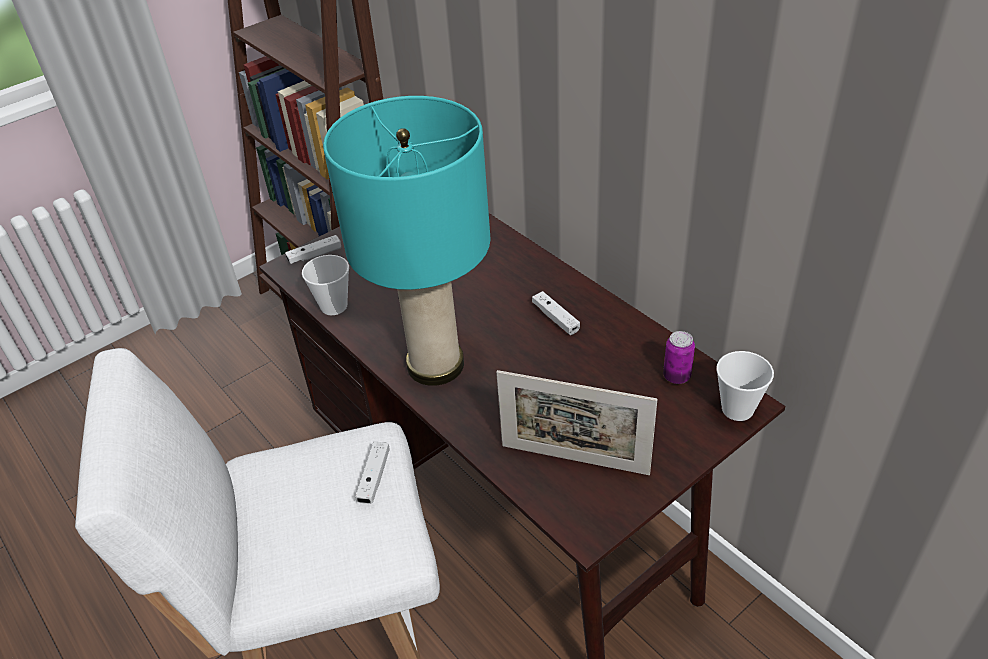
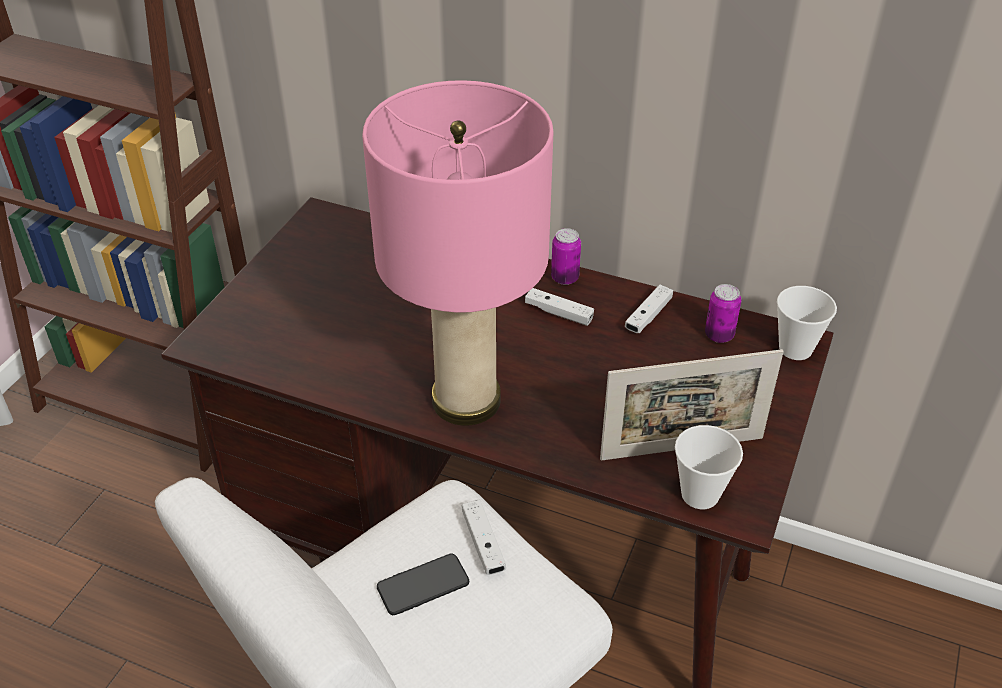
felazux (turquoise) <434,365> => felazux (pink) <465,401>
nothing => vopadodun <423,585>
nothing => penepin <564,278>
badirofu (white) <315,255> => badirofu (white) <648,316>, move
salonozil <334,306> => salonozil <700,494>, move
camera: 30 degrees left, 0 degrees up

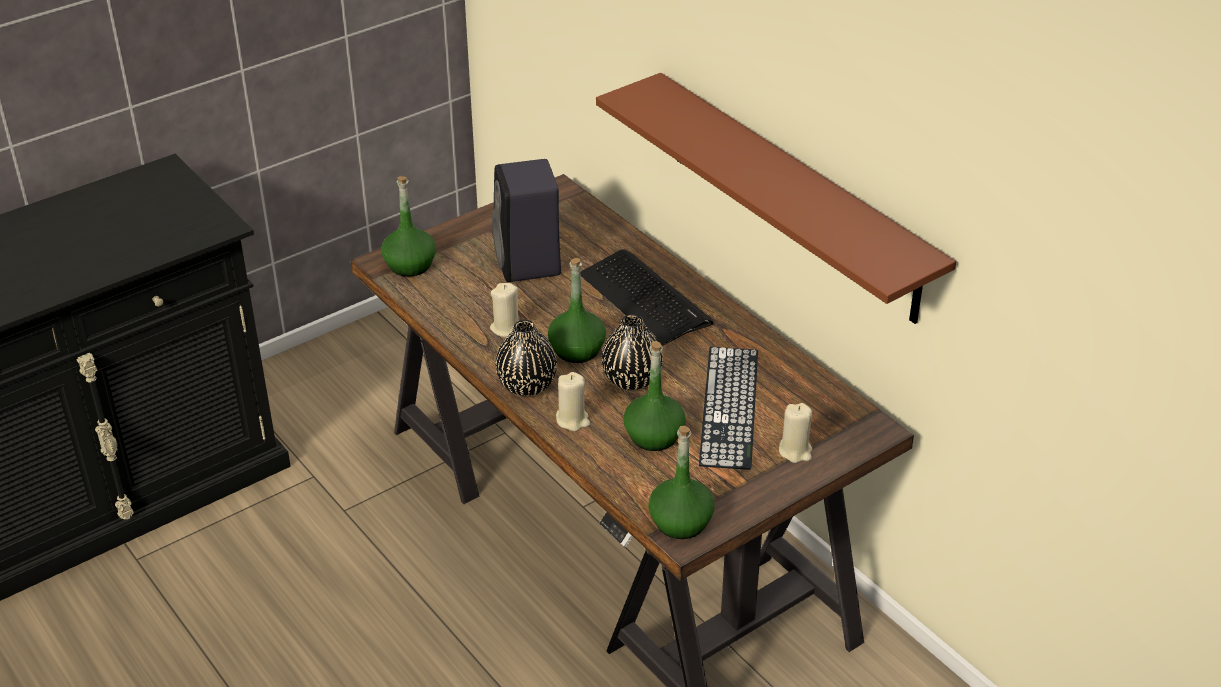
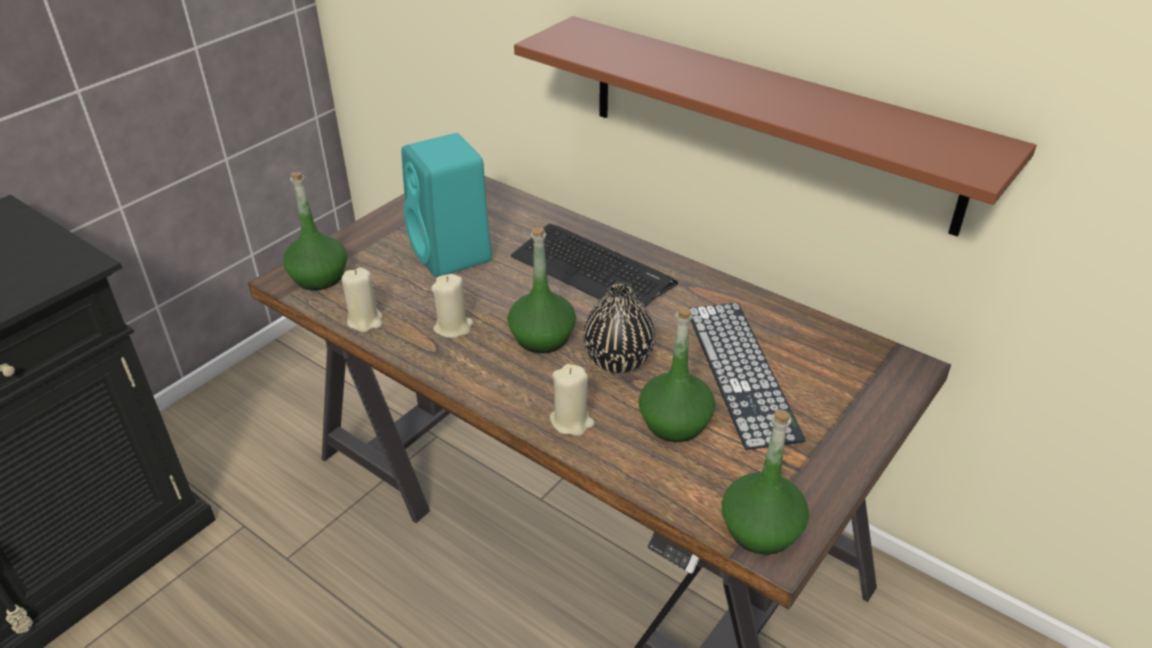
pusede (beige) <795,451> => pusede (beige) <365,321>, move
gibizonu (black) <529,264> => gibizonu (turquoise) <453,255>
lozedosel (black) <527,385> => nothing
camera: 15 degrees left, 0 degrees up

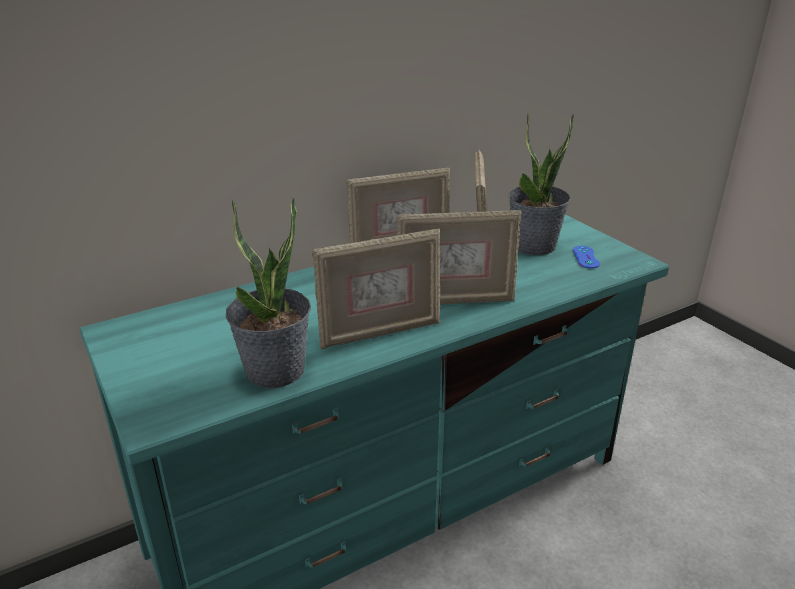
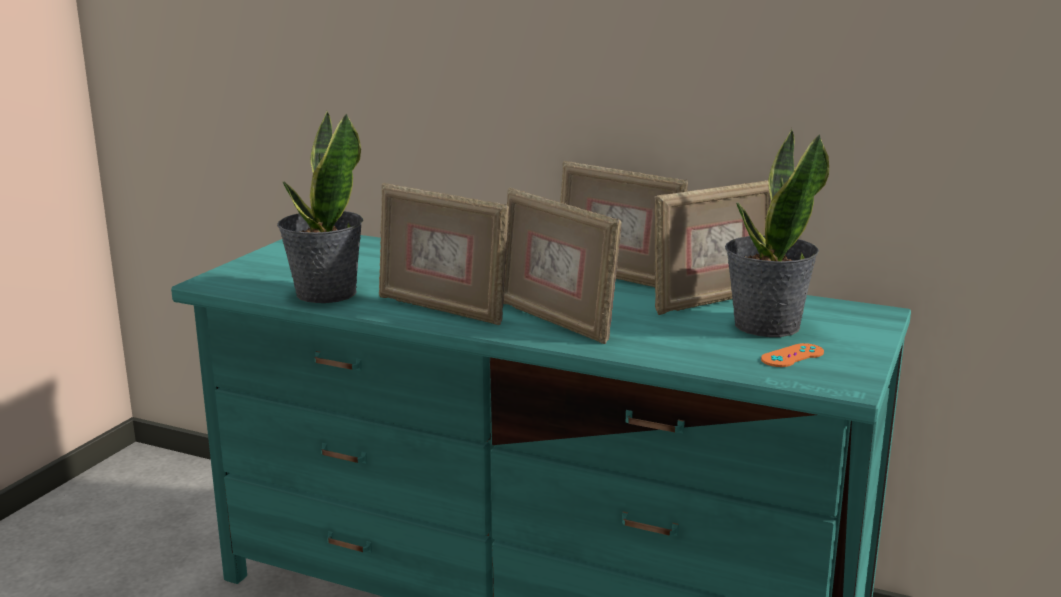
badirofu (blue) <586,257> => badirofu (orange) <792,356>
camera: 55 degrees right, 10 degrees down

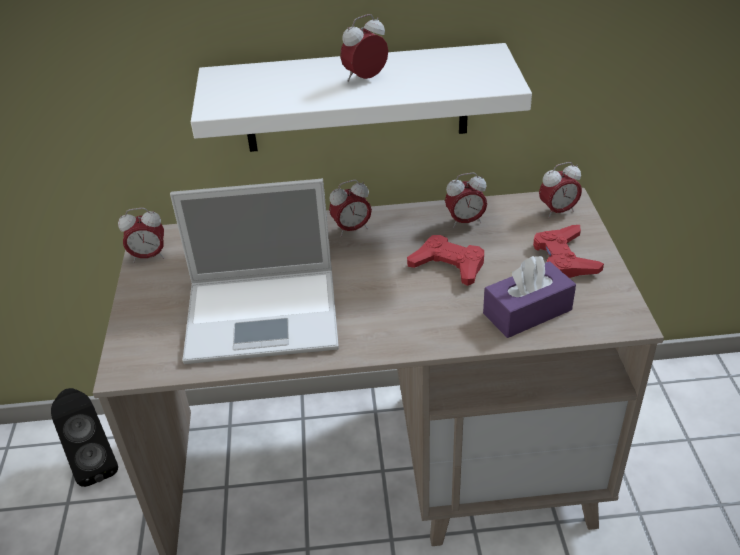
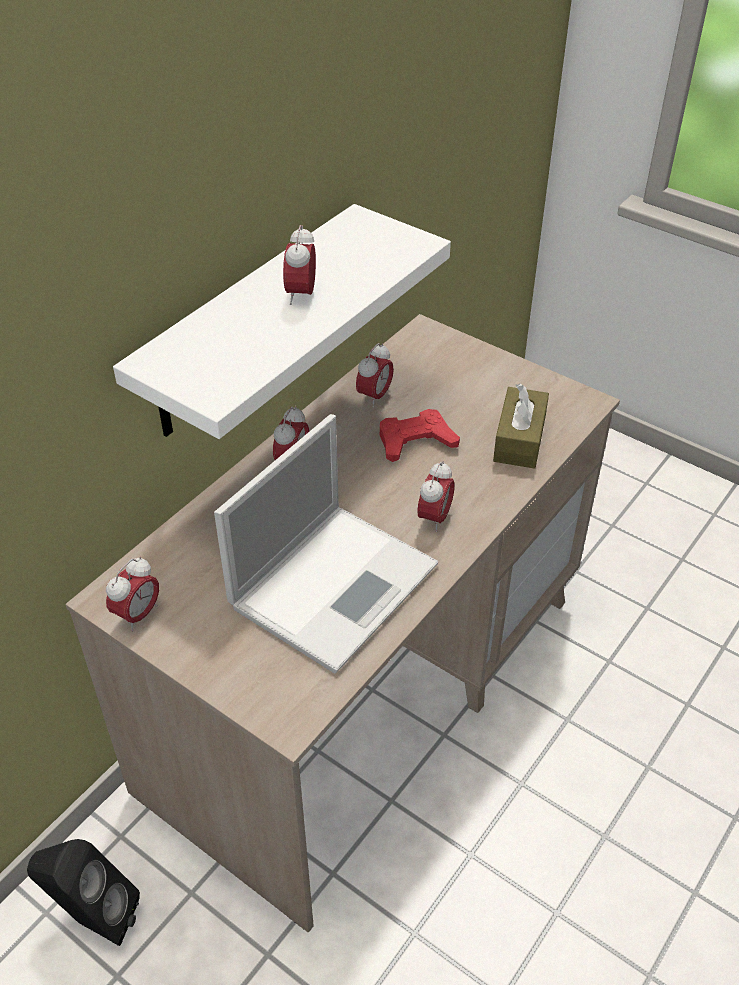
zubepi <557,211> => zubepi <434,518>, move
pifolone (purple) <527,311> => pifolone (brown) <519,439>
badirofu (red) <564,258> => nothing
camera: 50 degrees left, 5 degrees up

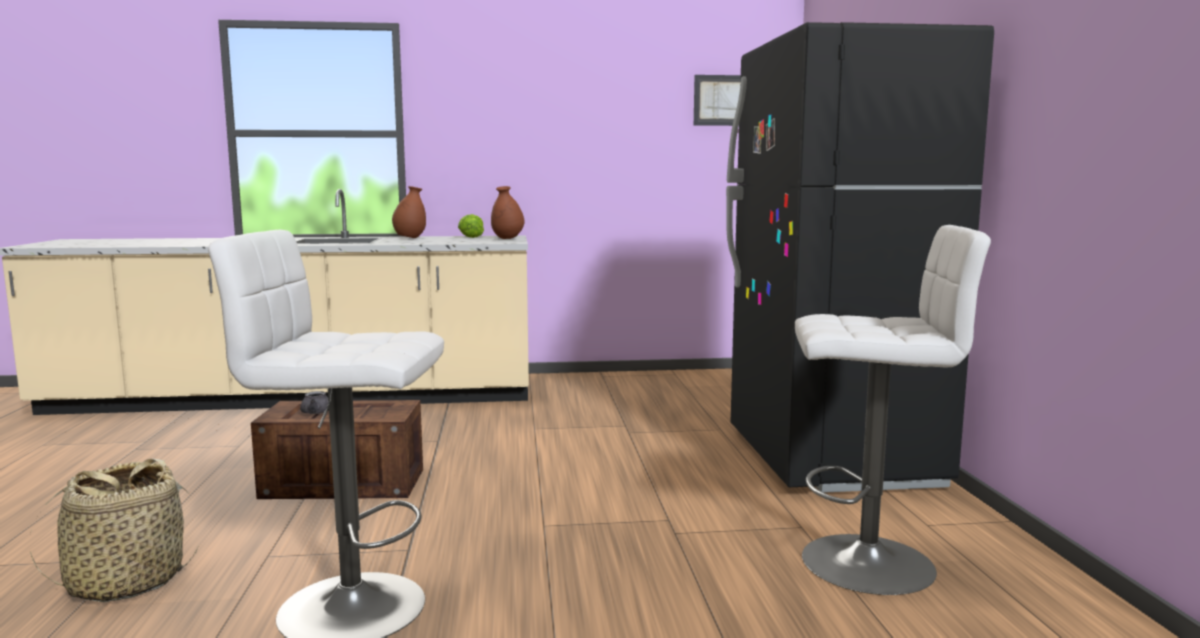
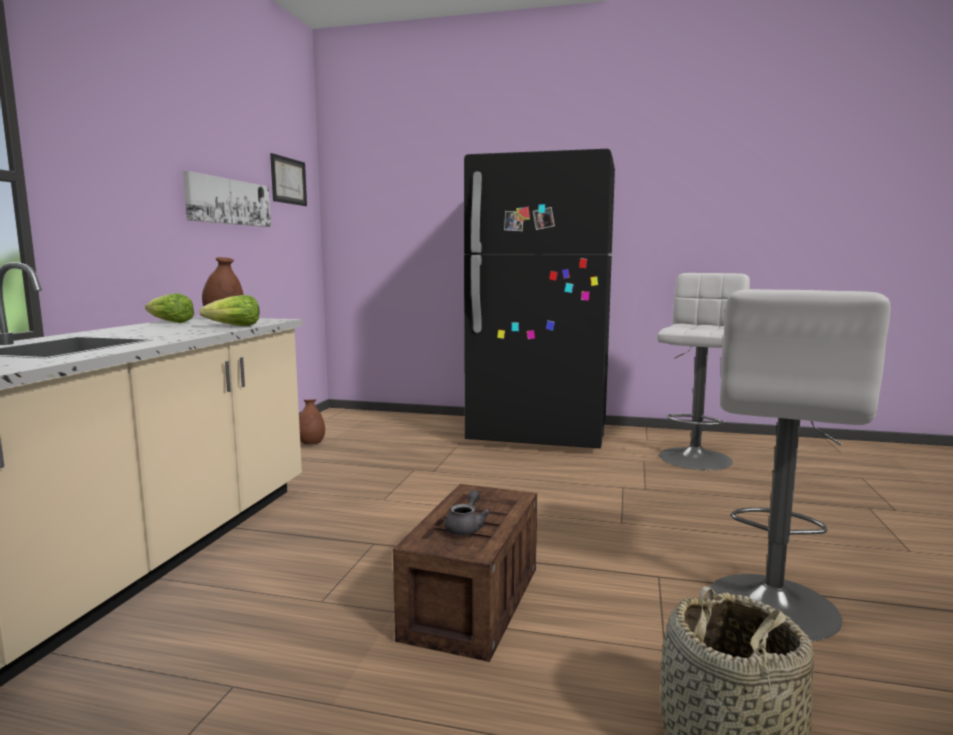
nothing => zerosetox <228,201>
nothing => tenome <234,326>
lozedosel (brown) <410,238> => lozedosel (brown) <311,444>, move
camera: 70 degrees left, 0 degrees up

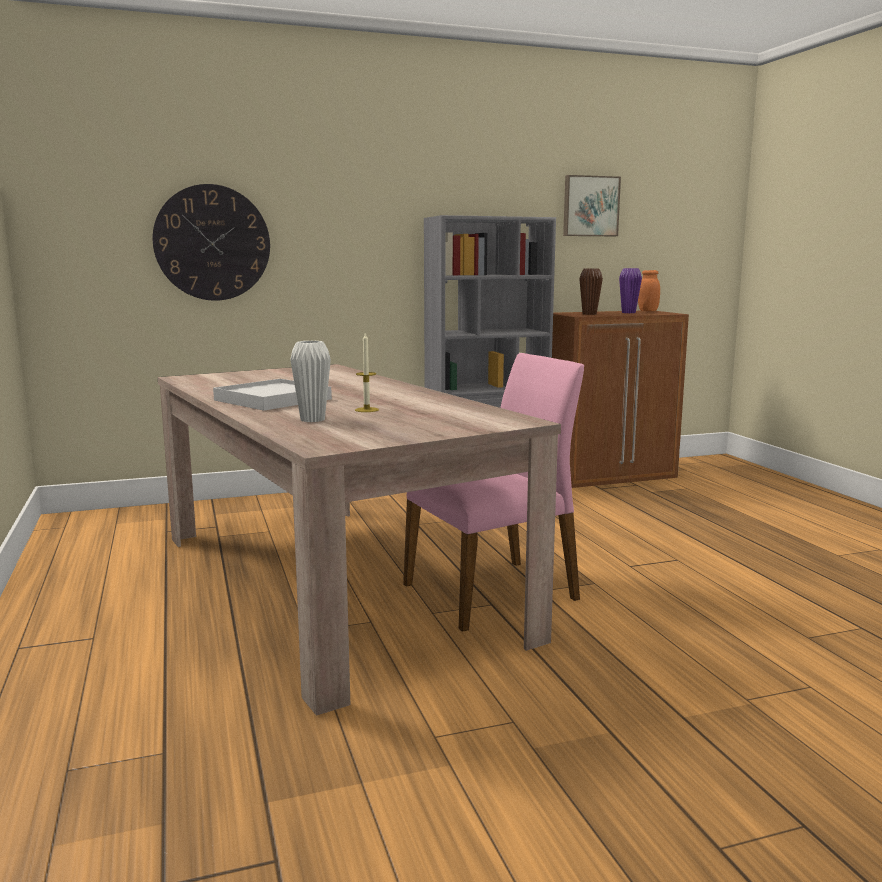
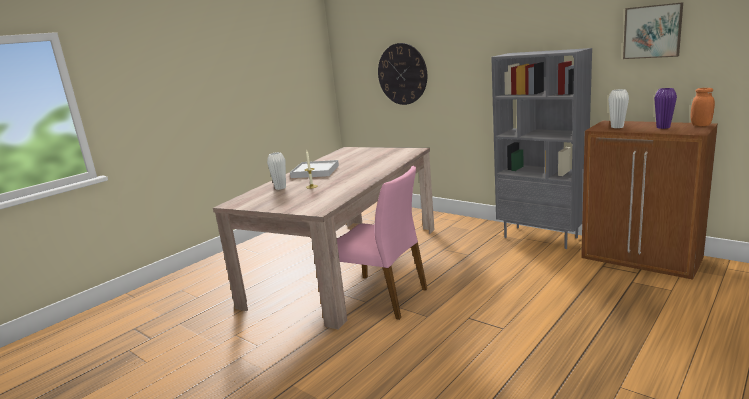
lozedosel (brown) <589,314> => lozedosel (white) <617,127>
camera: 60 degrees right, 5 degrees up

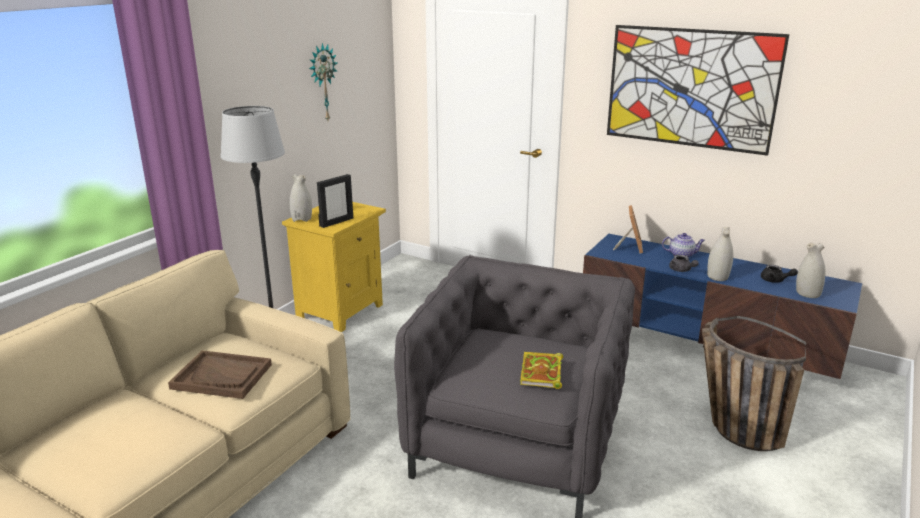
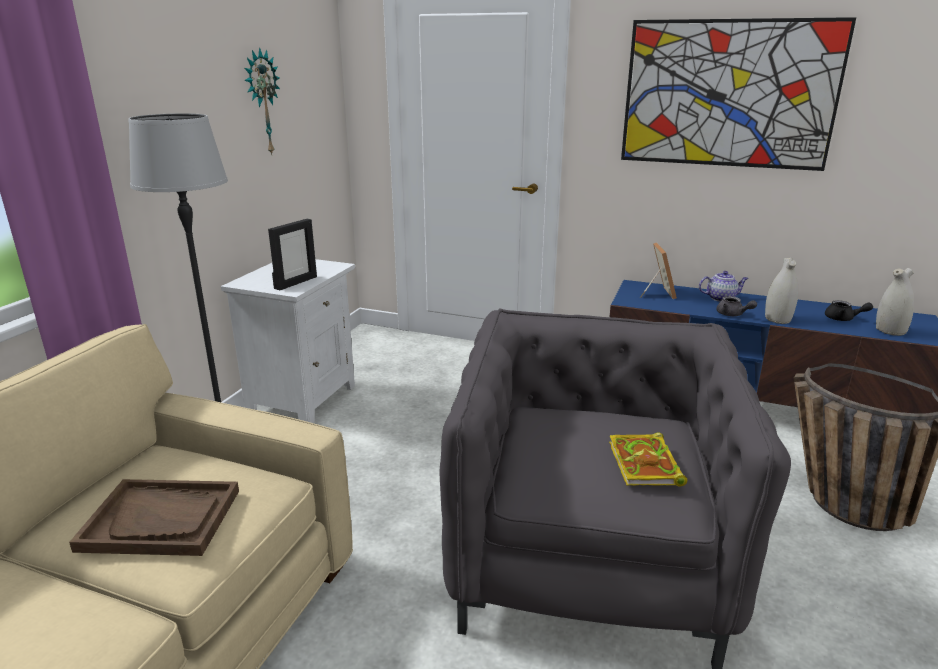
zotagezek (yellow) <342,311> => zotagezek (white) <305,398>
lozedosel (white) <302,220> => nothing
camera: 10 degrees left, 0 degrees up

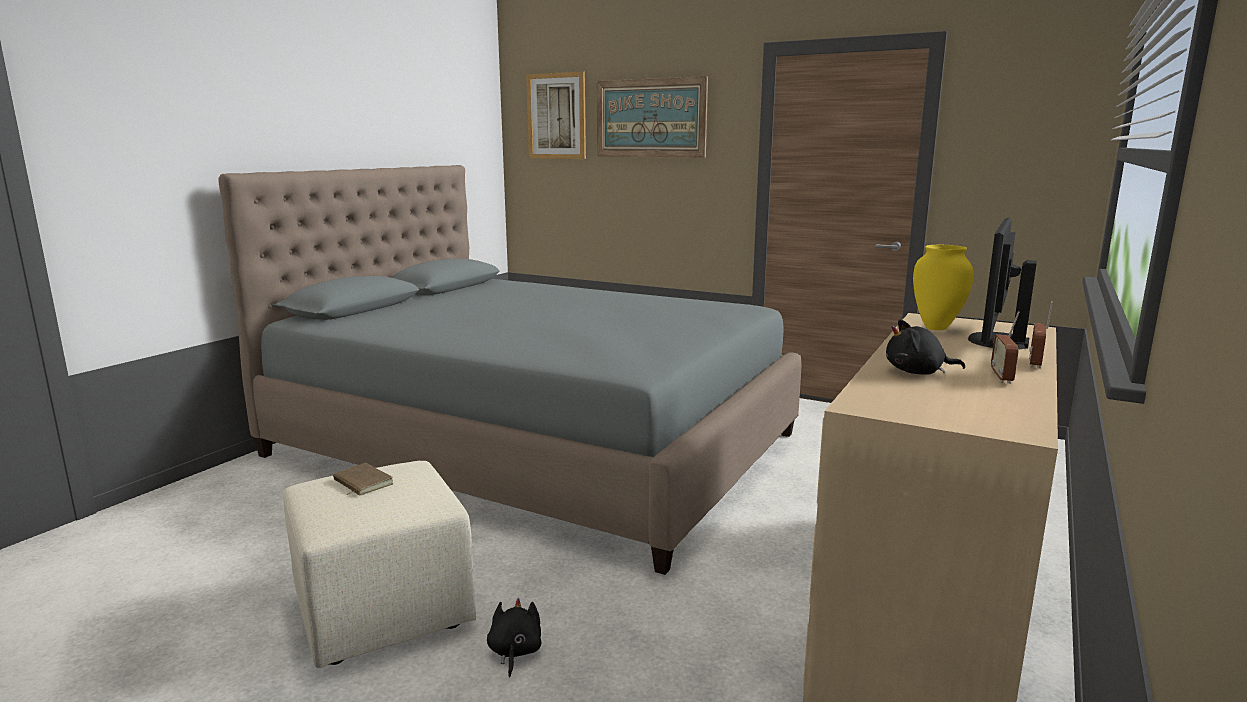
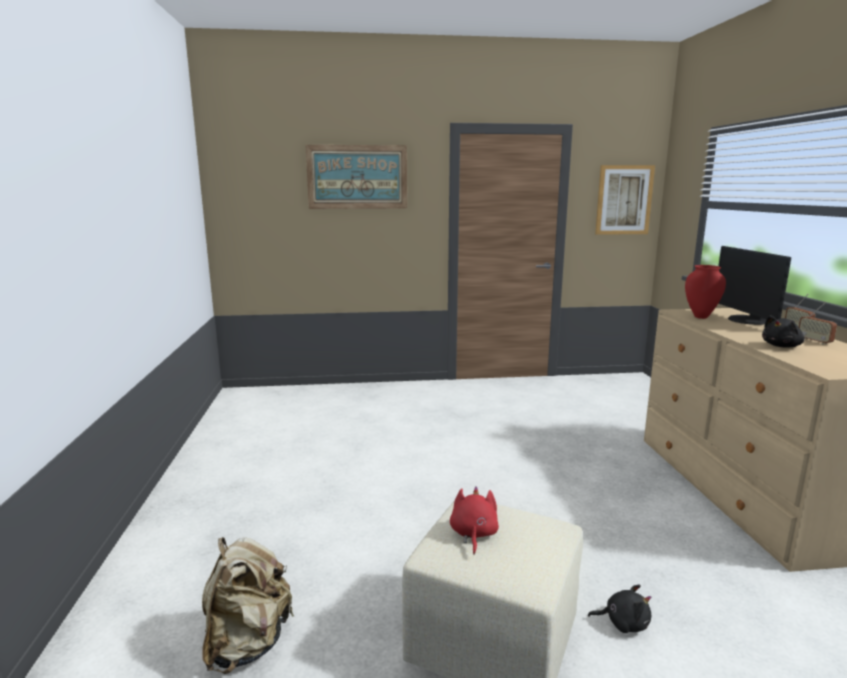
nothing => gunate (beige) <247,643>
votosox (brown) <361,483> => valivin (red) <473,534>
valivin (black) <514,652> => valivin (black) <623,623>, 135 degrees clockwise
zerosetox <556,116> => zerosetox <624,200>, move
lozedosel (yellow) <935,328> => lozedosel (red) <700,317>
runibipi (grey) <534,444> => nothing
camera: 35 degrees left, 0 degrees up

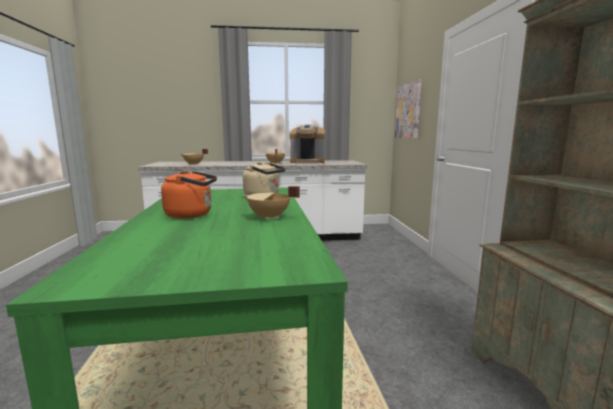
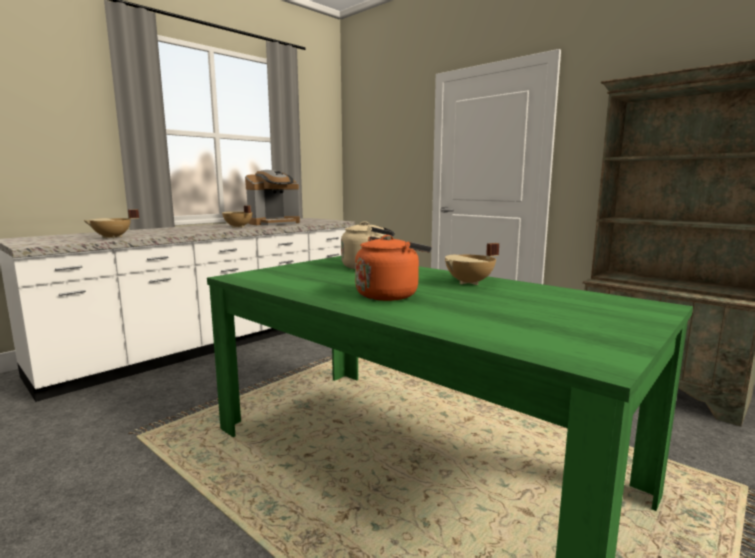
zerosetox <408,111> => nothing
camera: 40 degrees left, 0 degrees up

